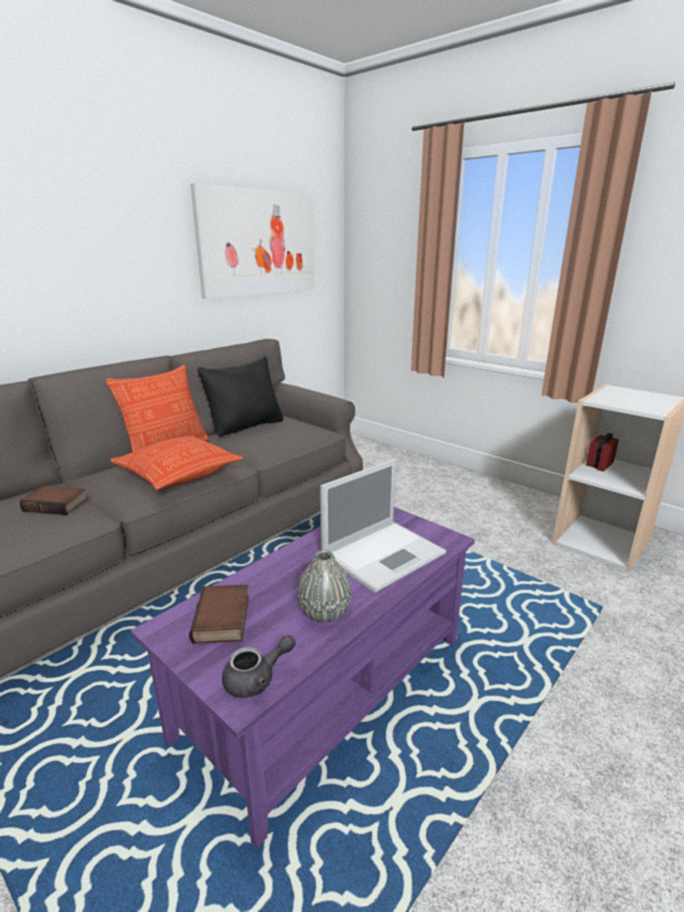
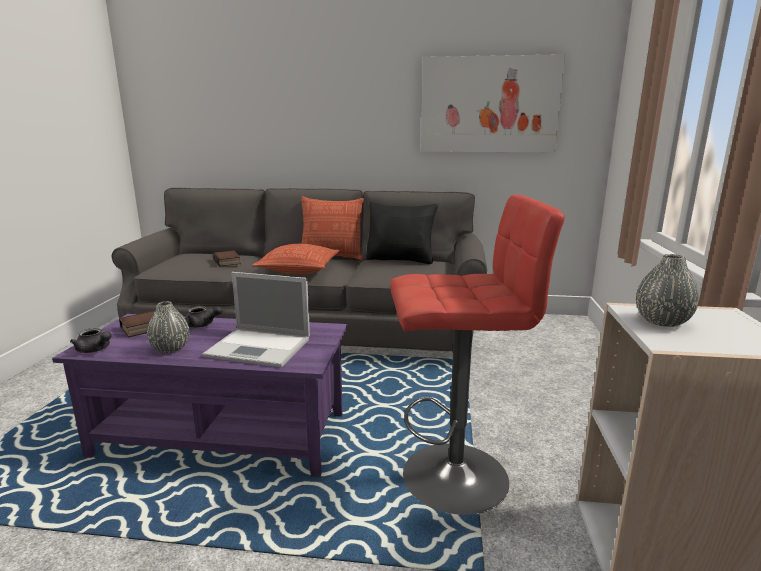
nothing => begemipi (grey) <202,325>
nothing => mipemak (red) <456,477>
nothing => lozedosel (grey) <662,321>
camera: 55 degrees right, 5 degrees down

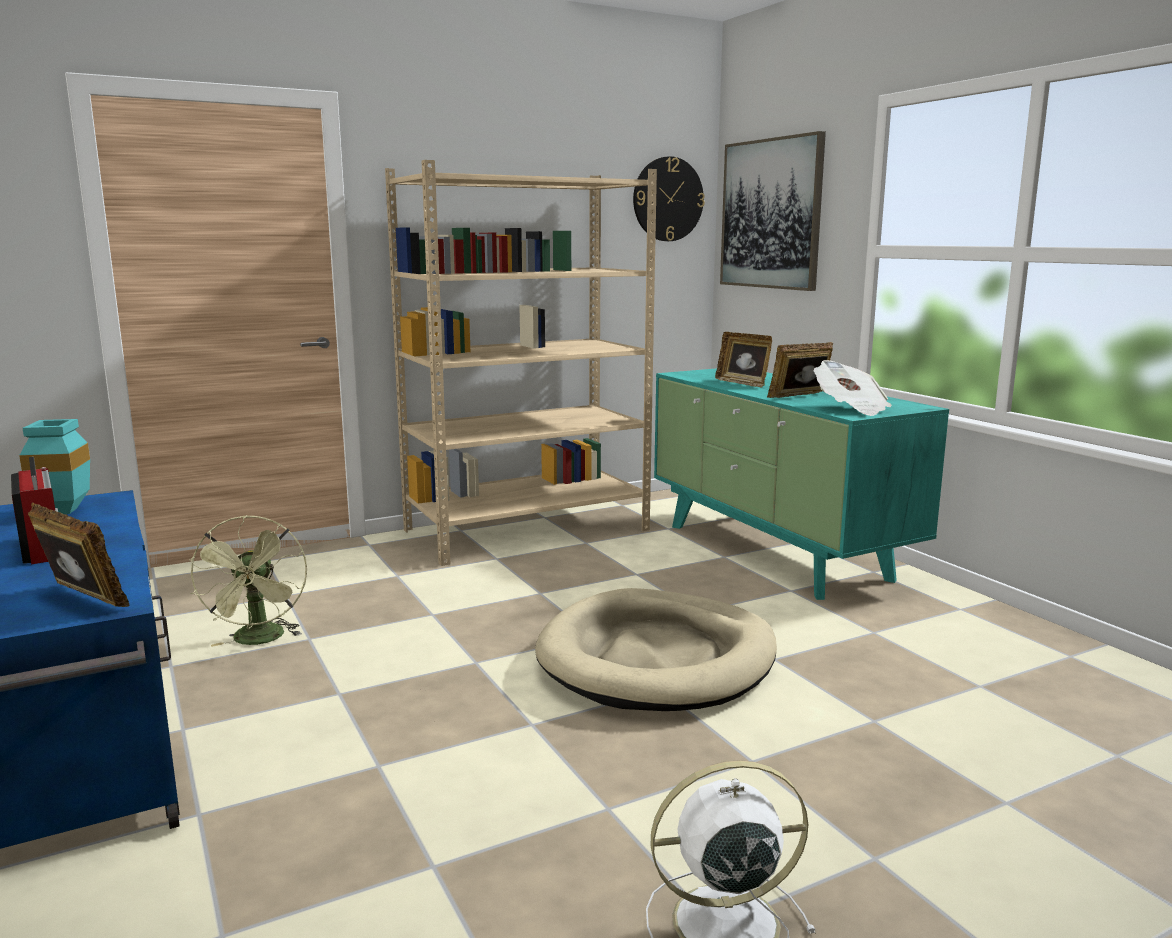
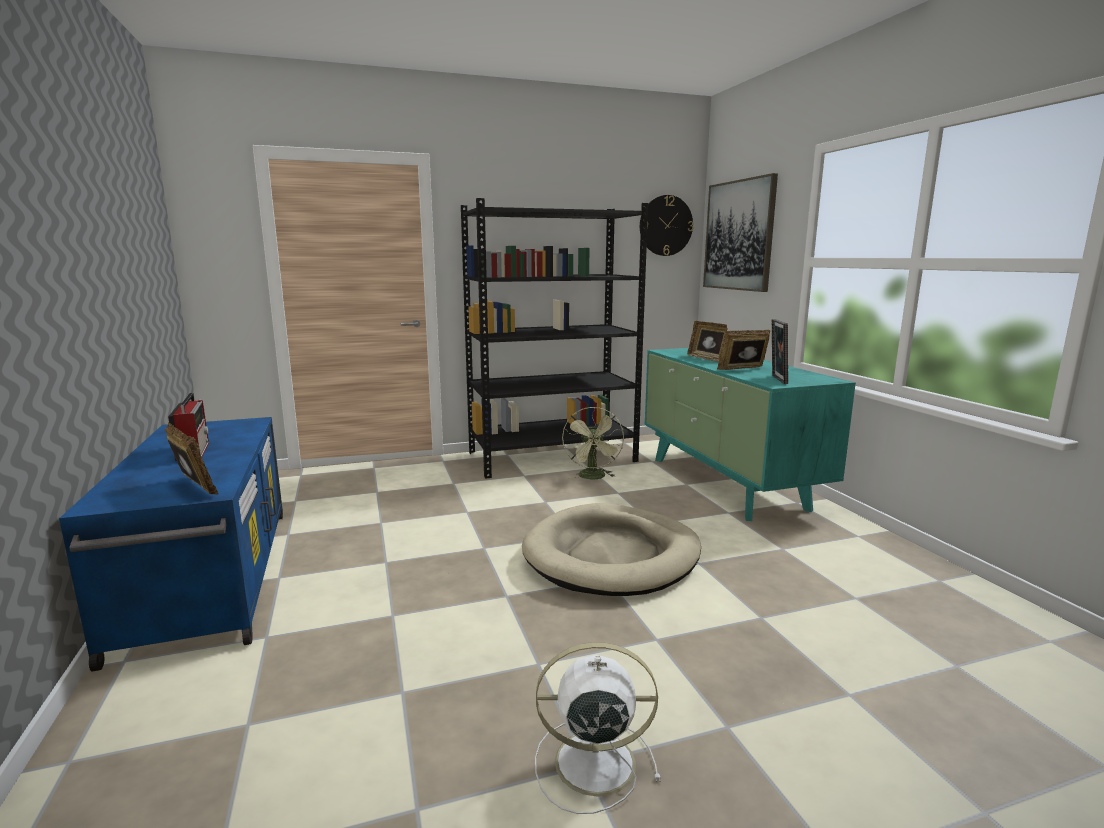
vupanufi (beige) <527,530> => vupanufi (black) <552,457>
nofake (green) <259,640> => nofake (green) <593,477>, move
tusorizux <851,408> => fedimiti <776,379>
lozedosel (turquoise) <64,512> => nothing
camera: 10 degrees right, 0 degrees up

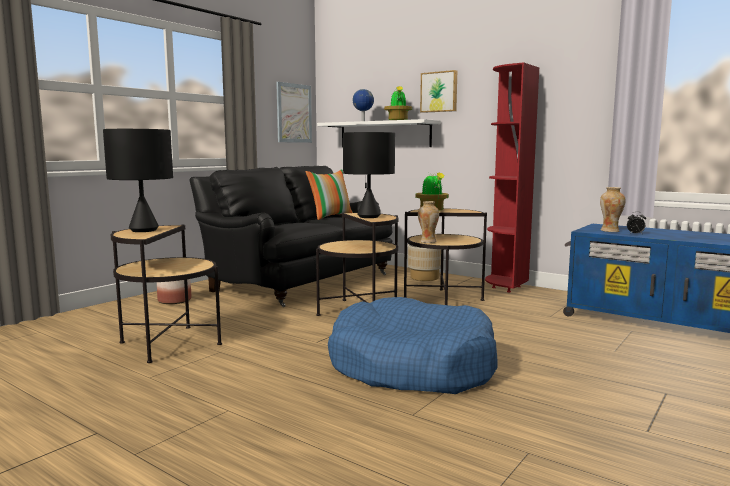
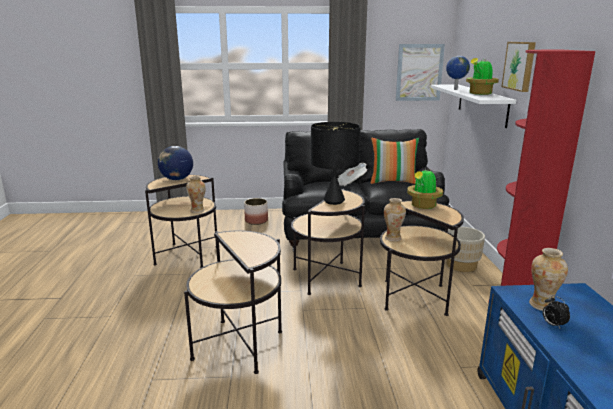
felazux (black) <143,230> => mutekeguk <176,179>
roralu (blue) <411,366> => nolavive <238,345>
nothing => lozedosel <197,211>
nothing => tusorizux <349,183>
camera: 50 degrees right, 10 degrees up

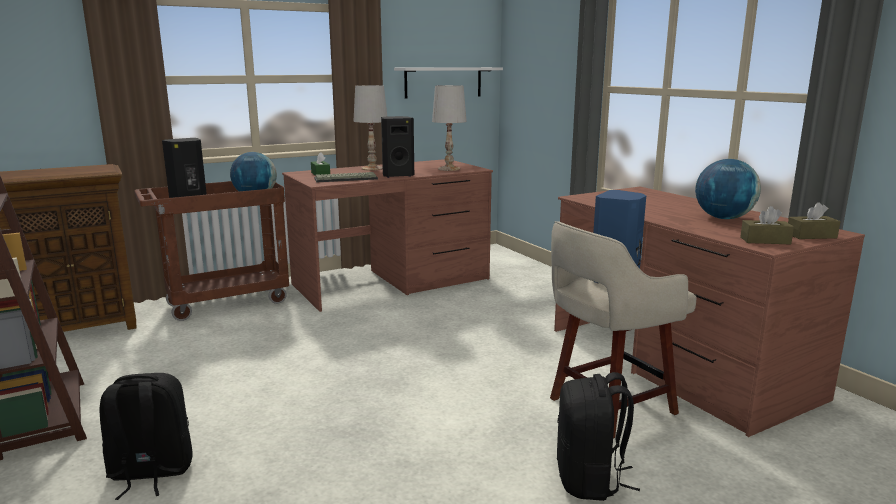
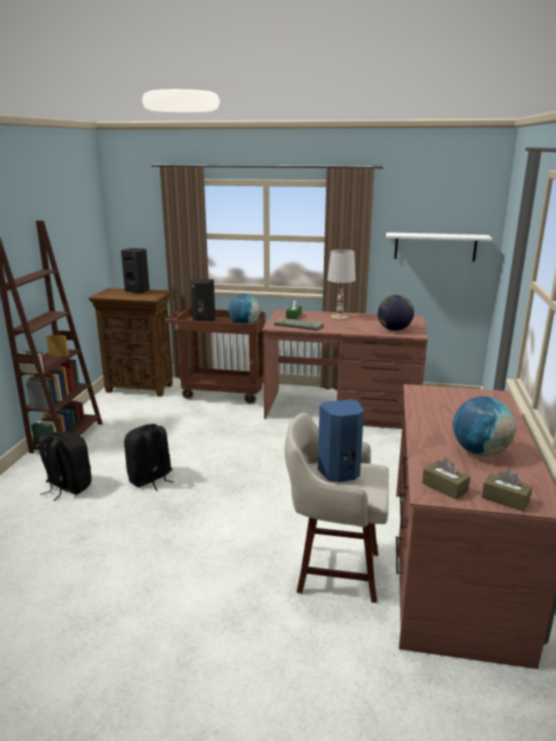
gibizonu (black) <397,175> => gibizonu (black) <138,291>, move
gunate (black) <590,480> => gunate (black) <150,479>, move
felazux (white) <448,169> => mutekeguk <394,329>
camera: 40 degrees right, 5 degrees up

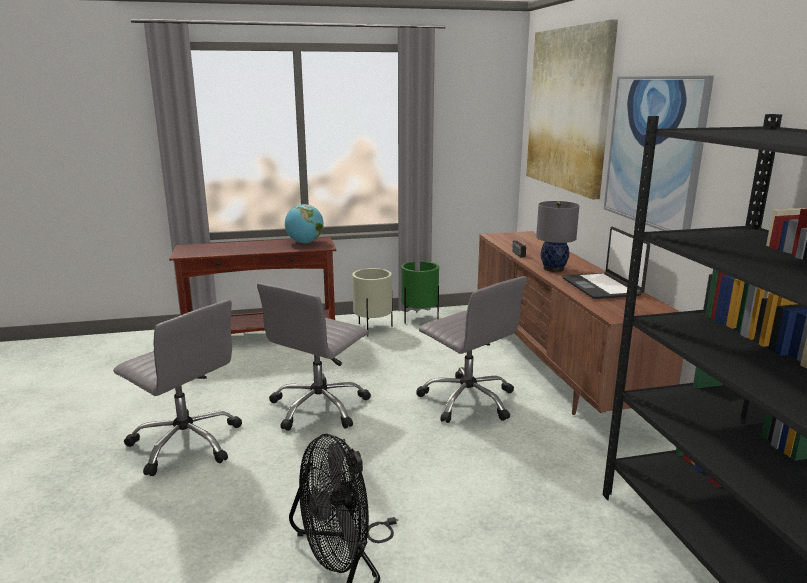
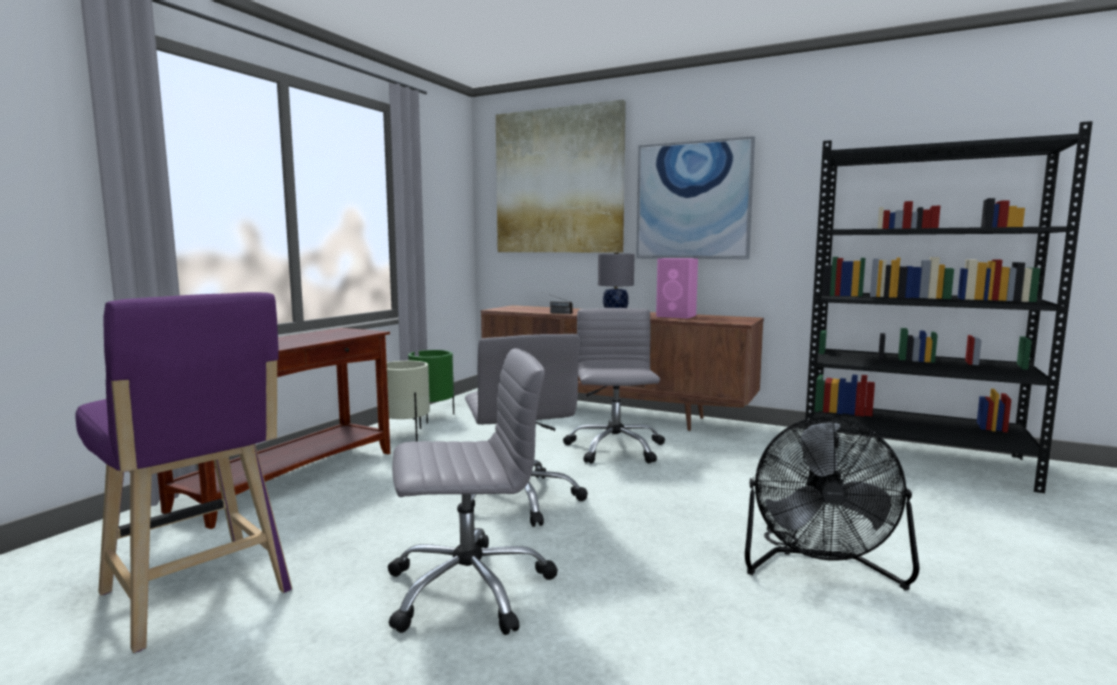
nothing => mipemak (purple) <199,596>
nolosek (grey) <468,400> => nolosek (grey) <615,448>, 90 degrees counterclockwise
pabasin <602,287> => gibizonu (pink) <677,316>
mutekeguk <305,242> => nothing
camera: 50 degrees left, 10 degrees down

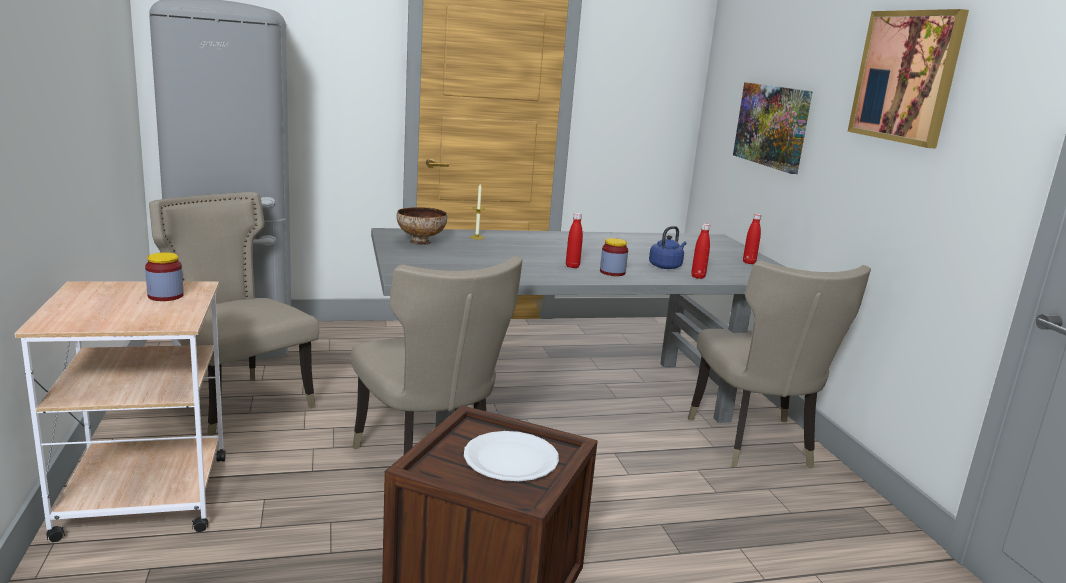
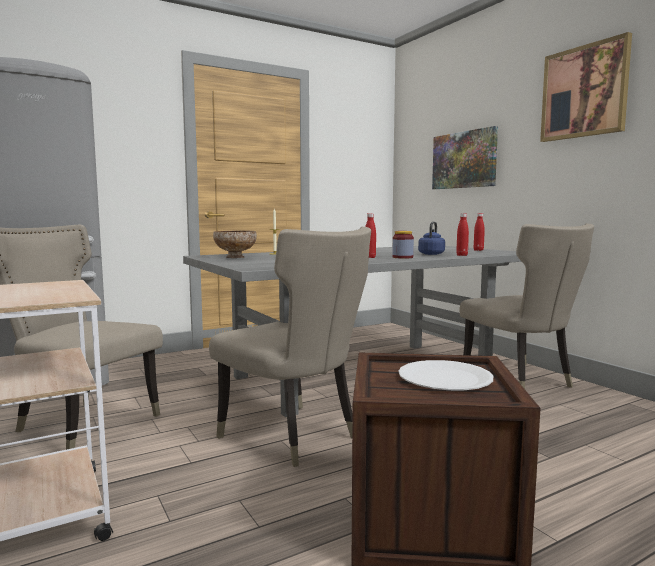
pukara <165,296> => nothing
camera: 15 degrees left, 10 degrees down

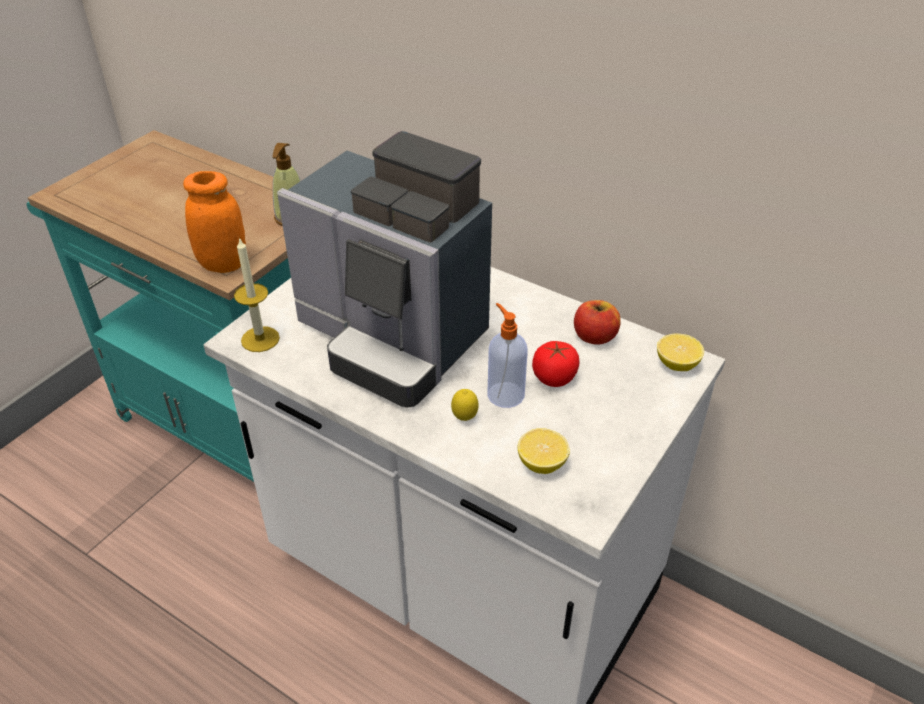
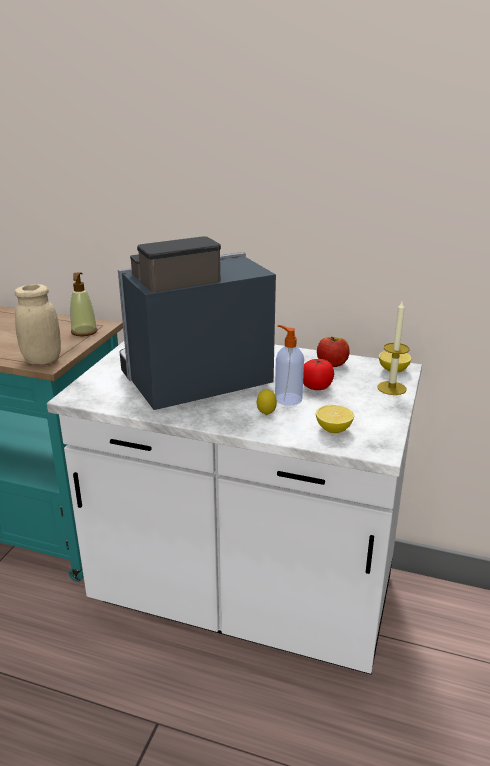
pukara (orange) <223,264> => pukara (beige) <42,360>
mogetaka <393,339> => mogetaka <192,382>, 135 degrees clockwise
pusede <260,339> => pusede <391,388>, move
camera: 15 degrees left, 15 degrees down

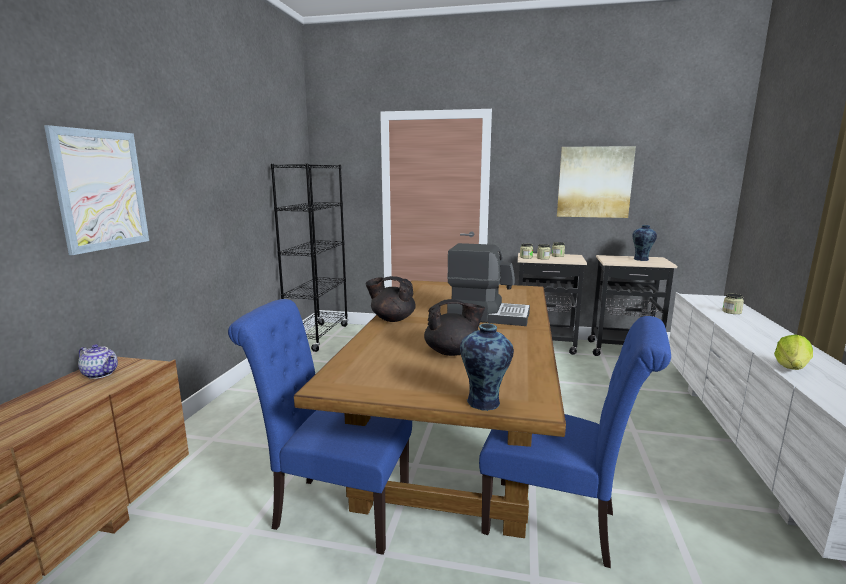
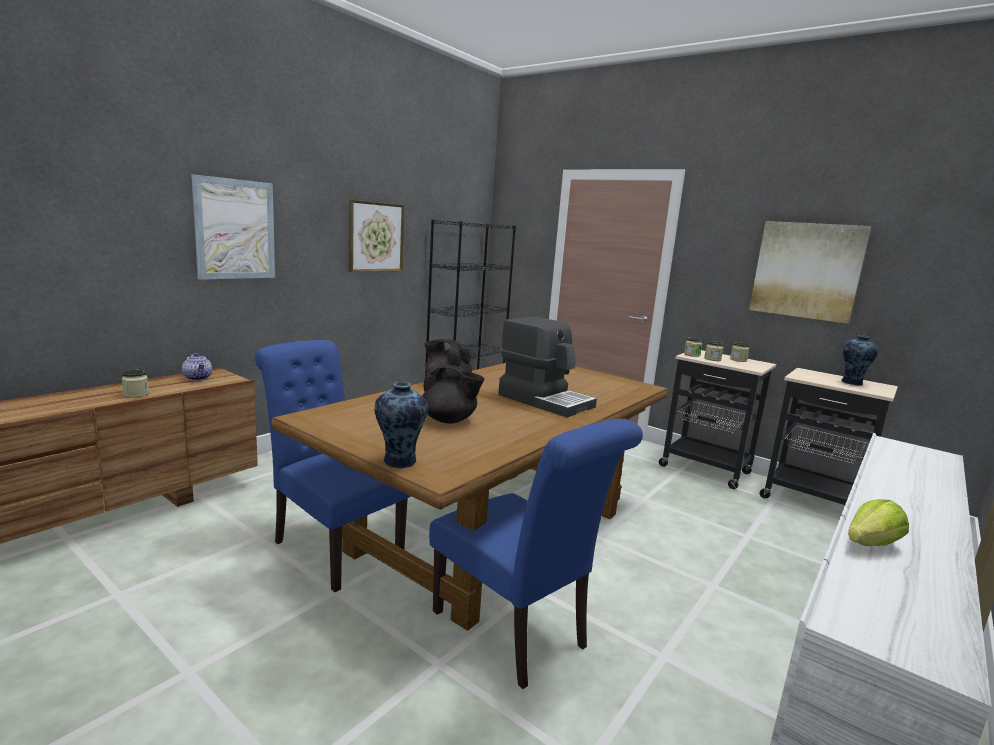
pukara <731,312> => pukara <136,394>, move
nothing => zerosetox <375,237>
camera: 25 degrees right, 0 degrees up

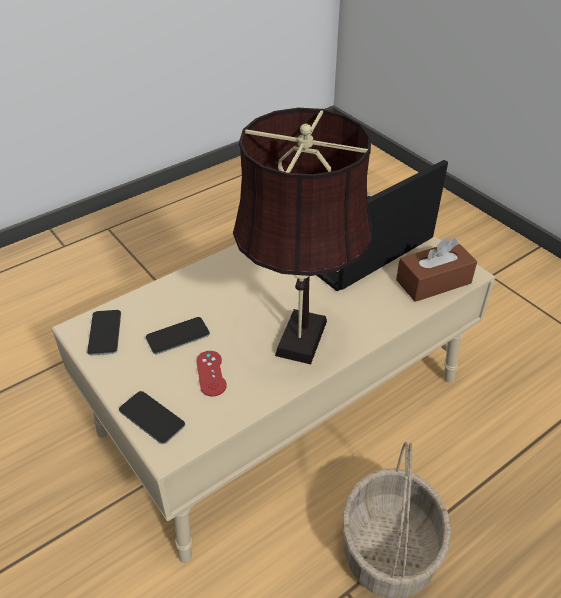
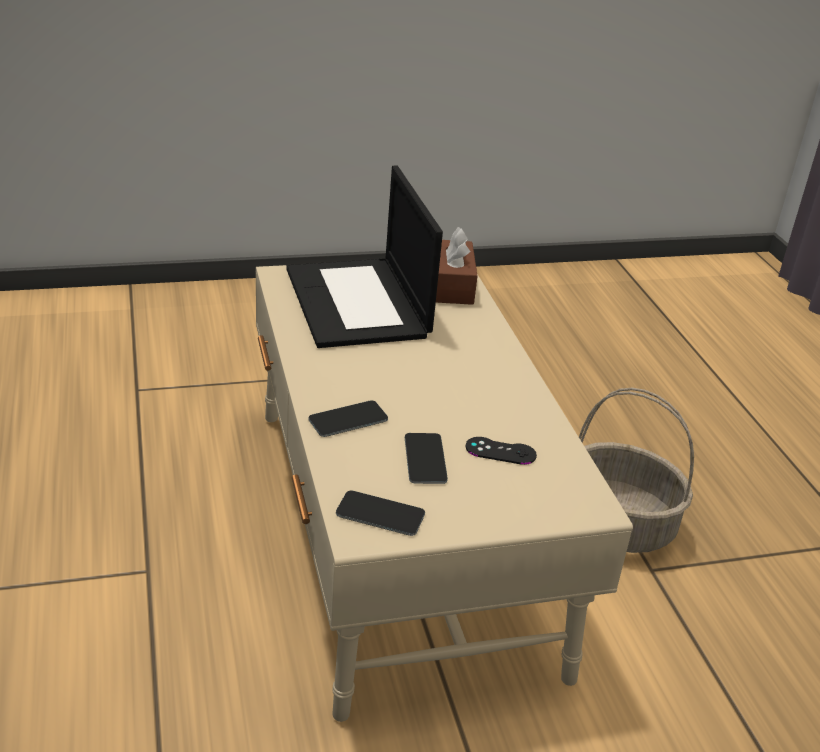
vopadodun <151,417> => vopadodun <348,419>, move
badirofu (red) <211,373> => badirofu (black) <500,451>
felazux (brown) <299,343> => nothing
camera: 70 degrees left, 10 degrees down

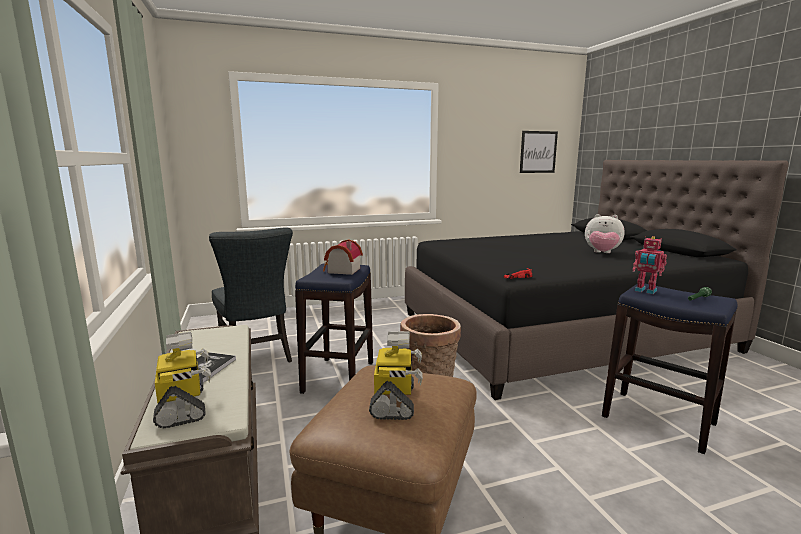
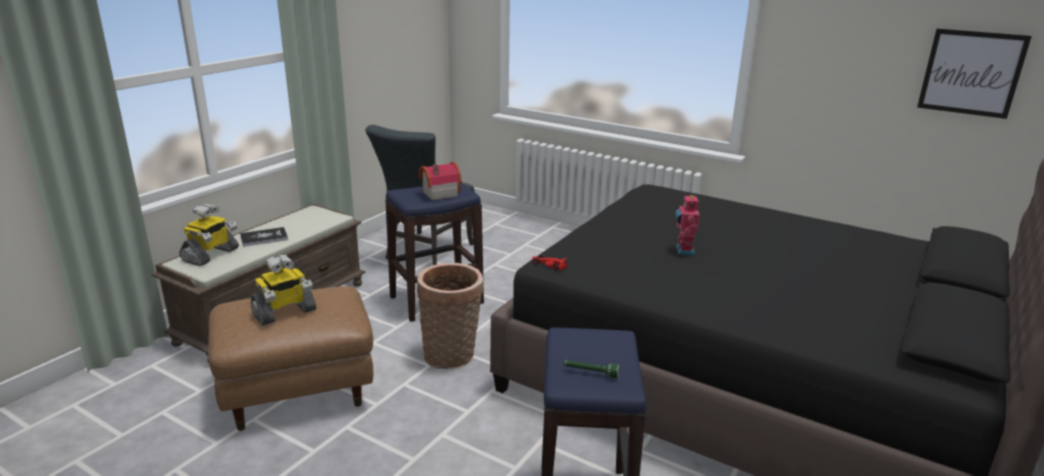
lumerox <645,291> => lumerox <683,250>, move
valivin <602,253> => nothing
camera: 50 degrees right, 10 degrees up

